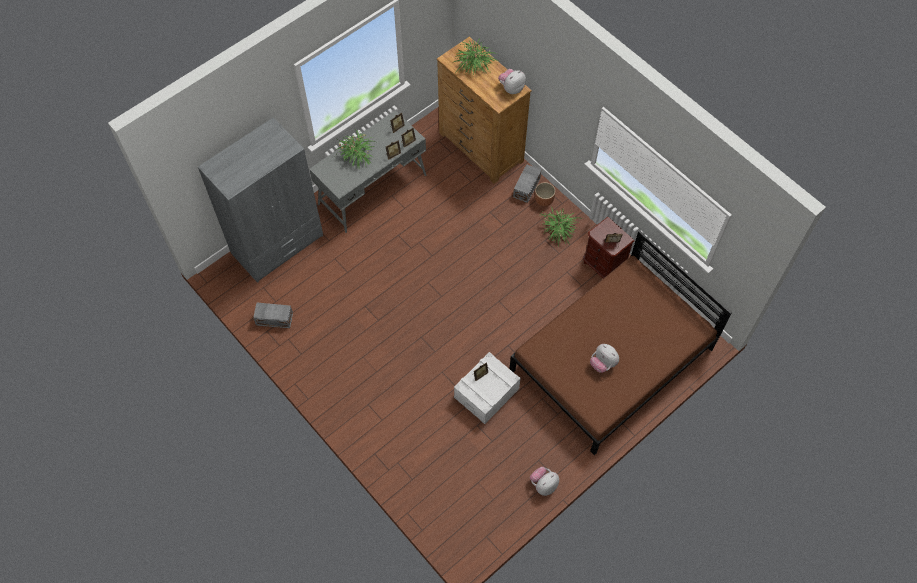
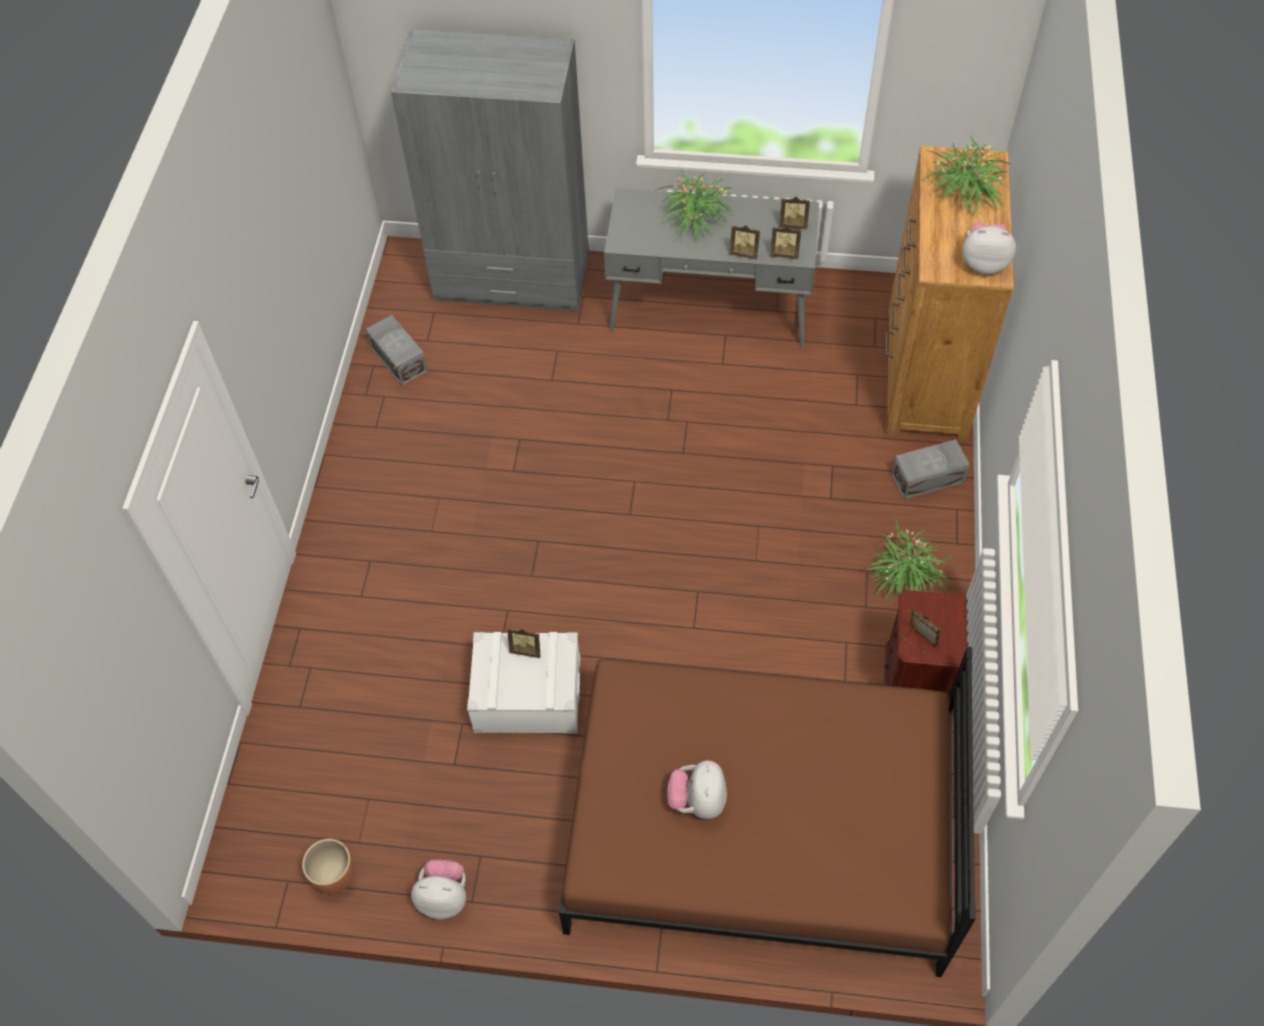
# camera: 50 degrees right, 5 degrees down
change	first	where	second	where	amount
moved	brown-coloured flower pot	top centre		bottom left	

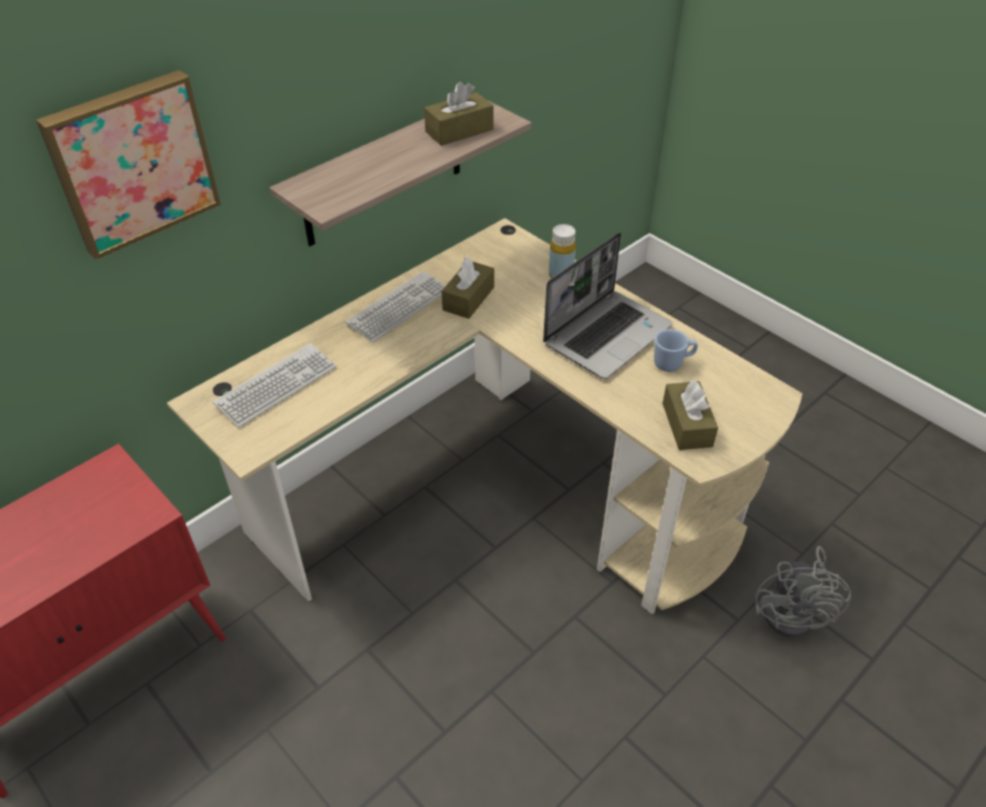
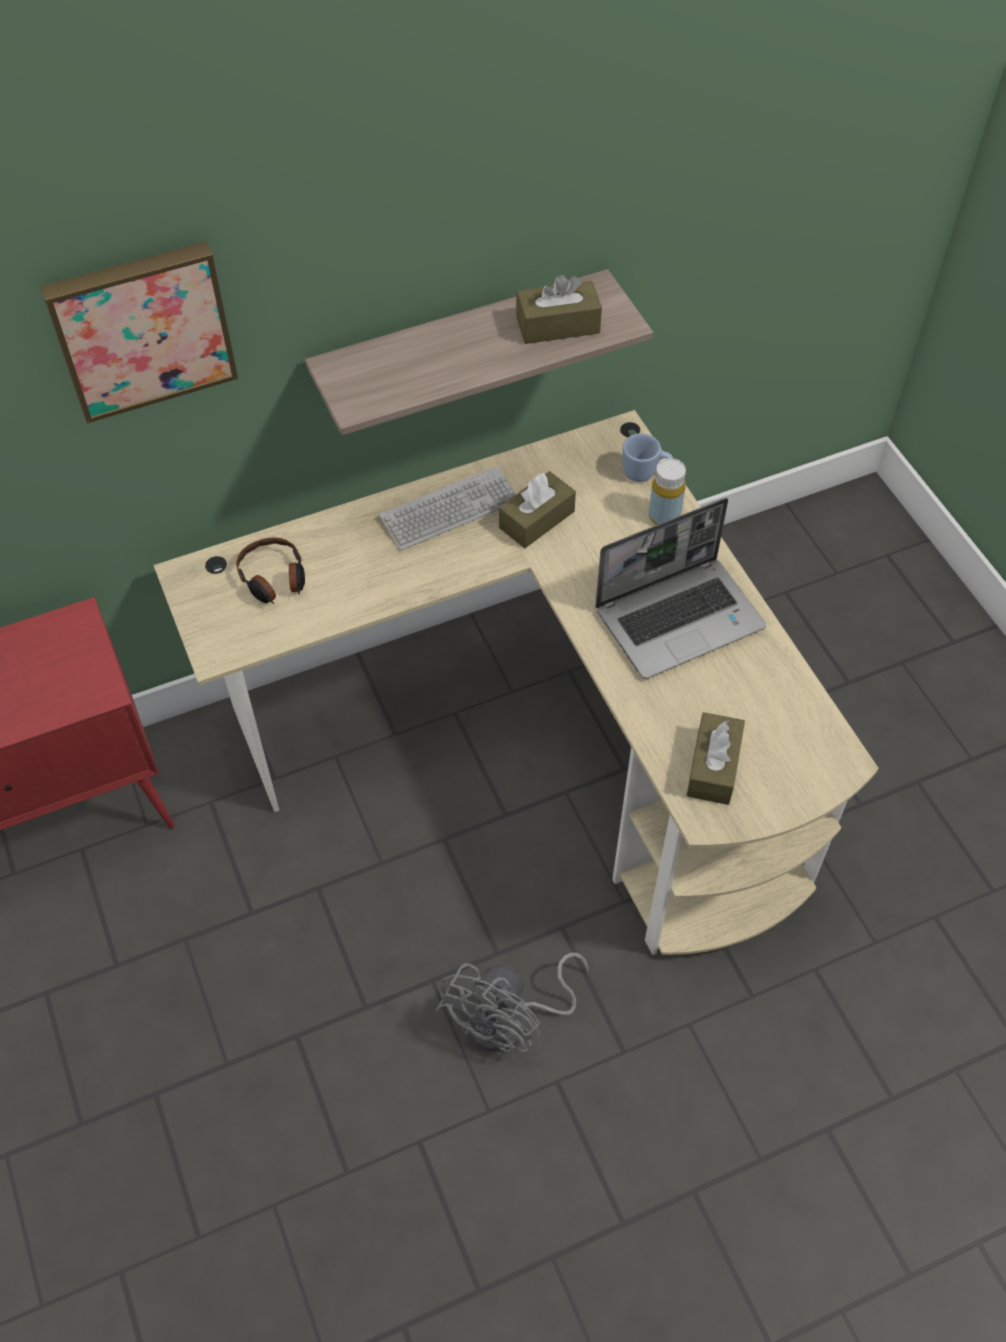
# camera: 20 degrees right, 10 degrees up
change	first	where	second	where	amount
moved	blue tea mug	middle right		centre	
replaced	computer keyboard (1st from left)	middle left	headphones	middle left	
moved	grey fan	bottom right		bottom centre	

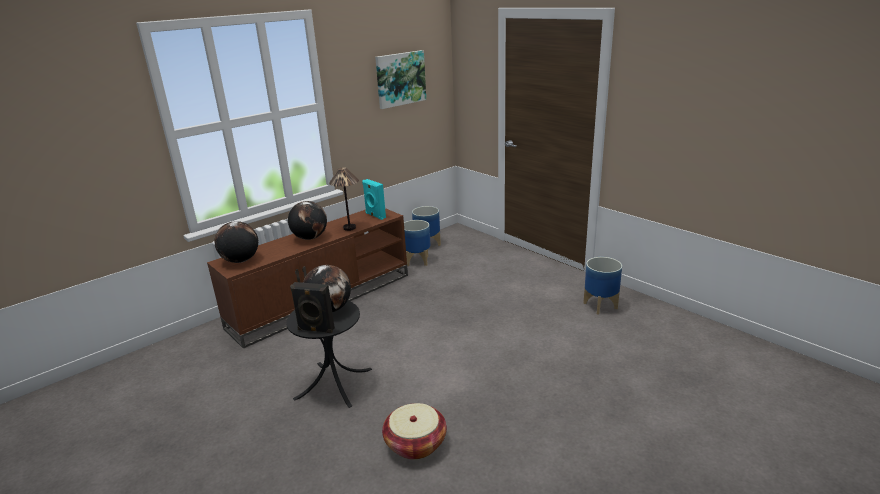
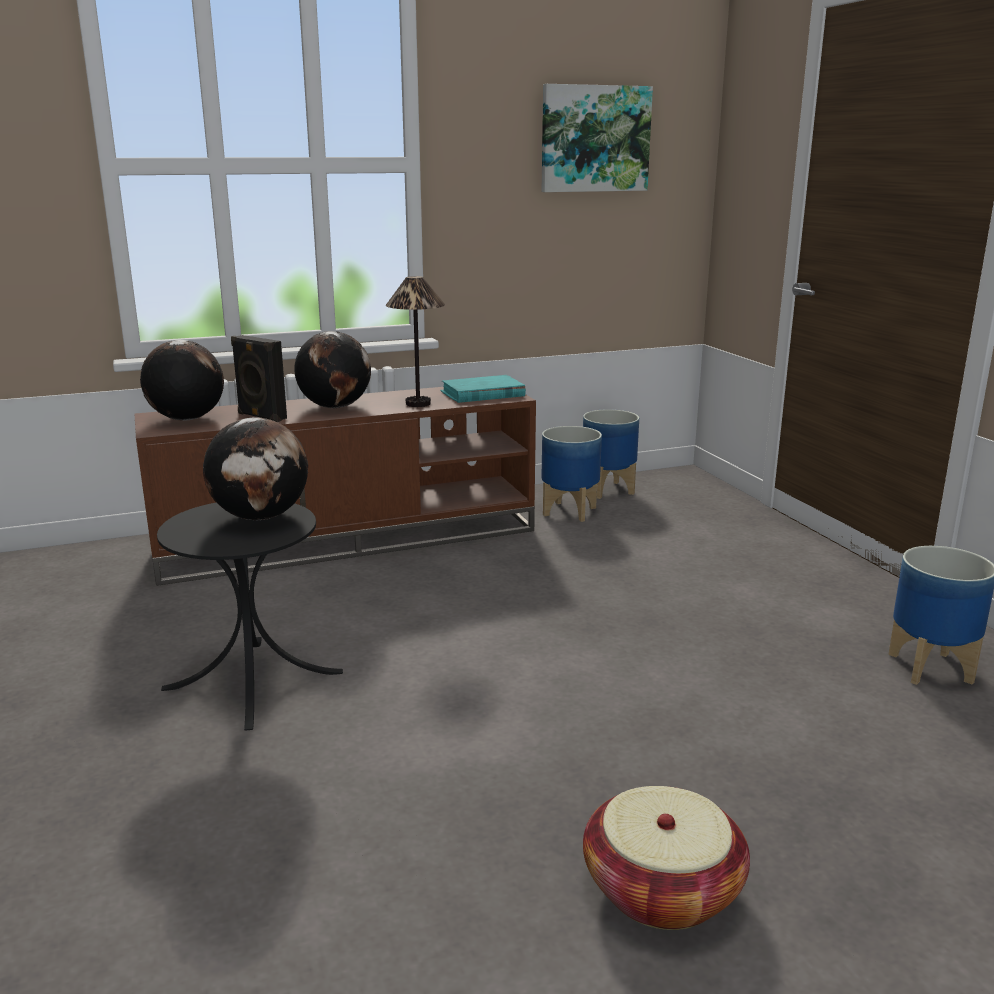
# camera: 20 degrees right, 5 degrees down
change	first	where	second	where	amount
replaced	turquoise-coloured loudspeaker	centre	turquoise-coloured bound book	centre	
moved	black-coloured loudspeaker	centre		middle left	
moved	household basket	bottom centre		bottom right	

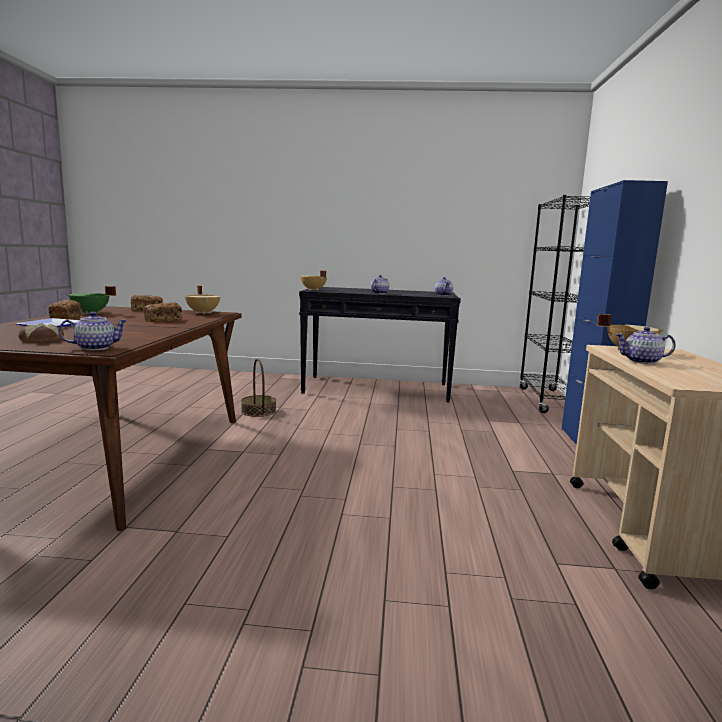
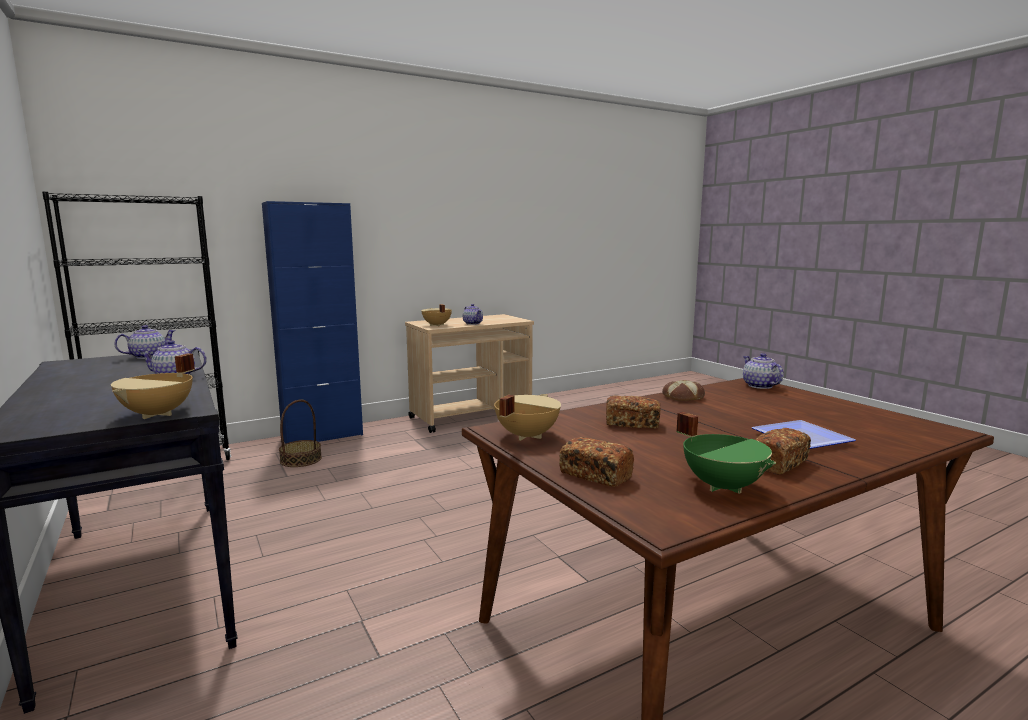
# camera: 125 degrees left, 0 degrees up
change	first	where	second	where	amount
turned	tea pot (1st from left in the first image)	middle left	tea pot (4th from left)	middle right	45 degrees clockwise
moved	bread (1st from left in the first image)	middle left	bread (3rd from left)	centre	
moved	household basket	centre		middle left	

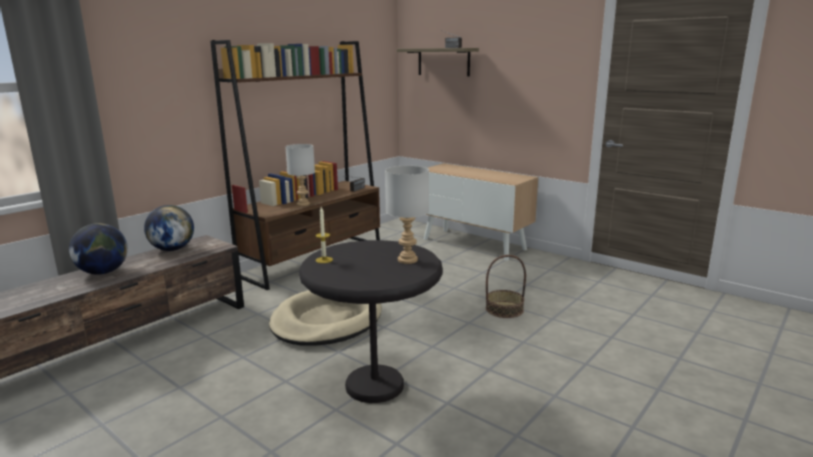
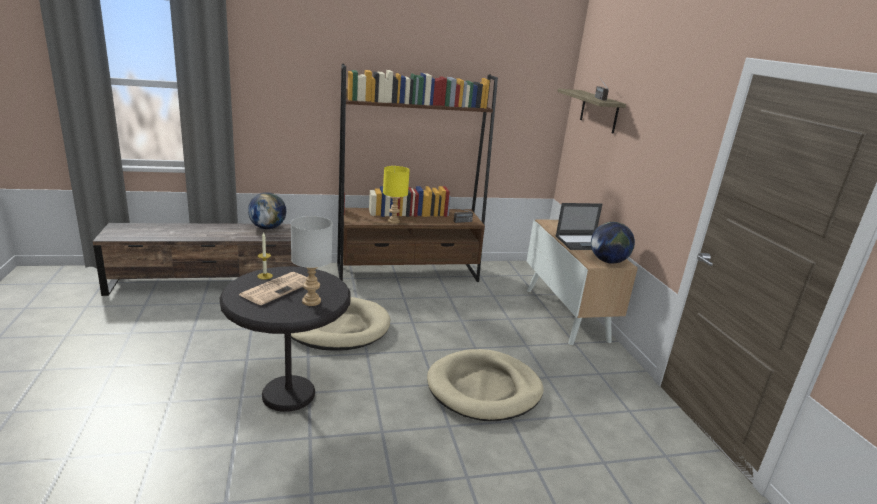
# camera: 35 degrees right, 5 degrees up
change	first	where	second	where	amount
recoloured	grey lamp for a table (1st from left)	centre	yellow lamp for a table	centre	
moved	desk globe (1st from left in the first image)	middle left	desk globe (2nd from left)	middle right	
replaced	household basket	centre	beige-coloured pet bed (2nd from left)	bottom centre	
added			laptop	centre	
added			newspaper	middle left	

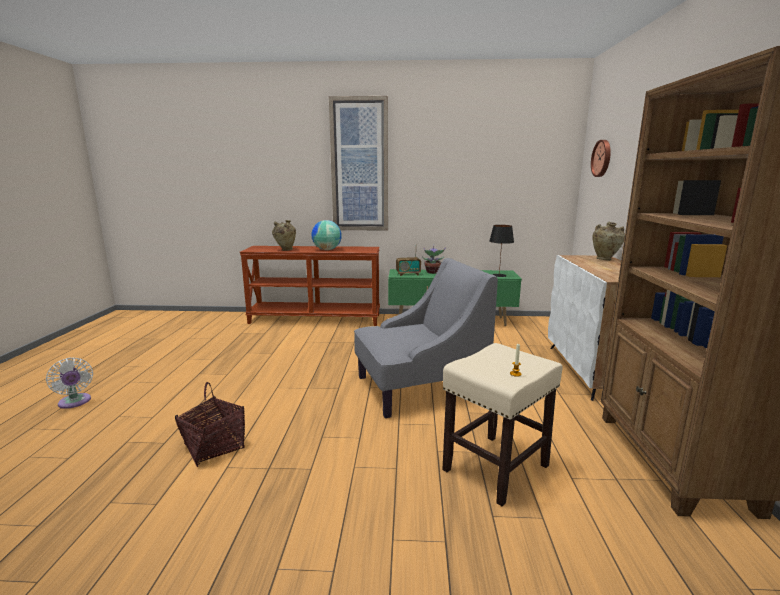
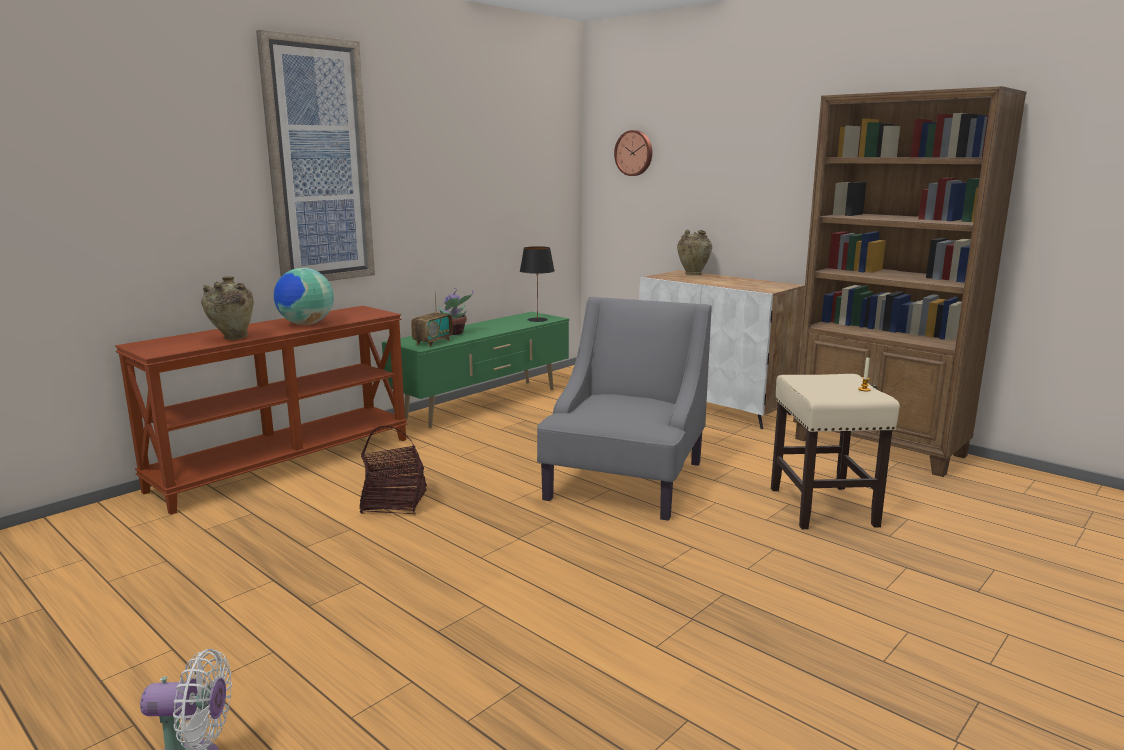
# camera: 50 degrees left, 0 degrees up
change	first	where	second	where	amount
moved	household basket	bottom left		centre	

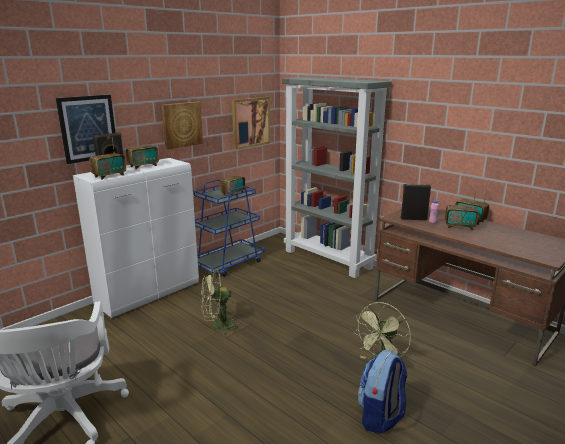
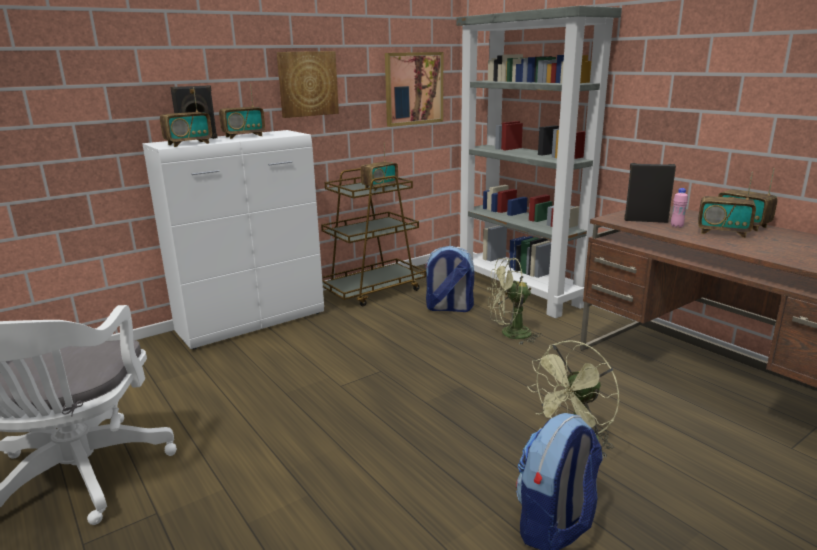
# camera: 10 degrees right, 0 degrees up
change	first	where	second	where	amount
removed	wall art (1st from left)	top left			
recoloured	blue wheeled cart	centre	brown-coloured wheeled cart	centre	
moved	greenish fan (1st from left)	bottom centre		centre	
added			knapsack (1st from left)	centre	

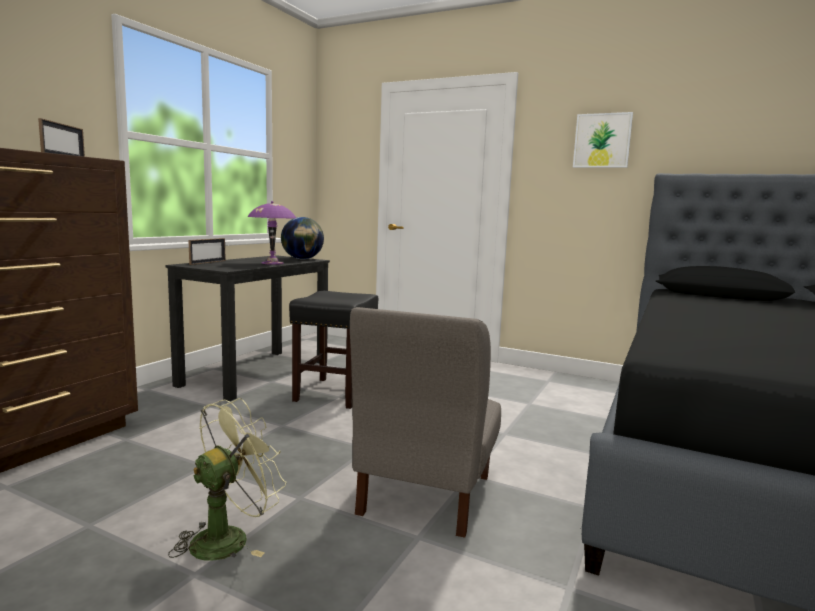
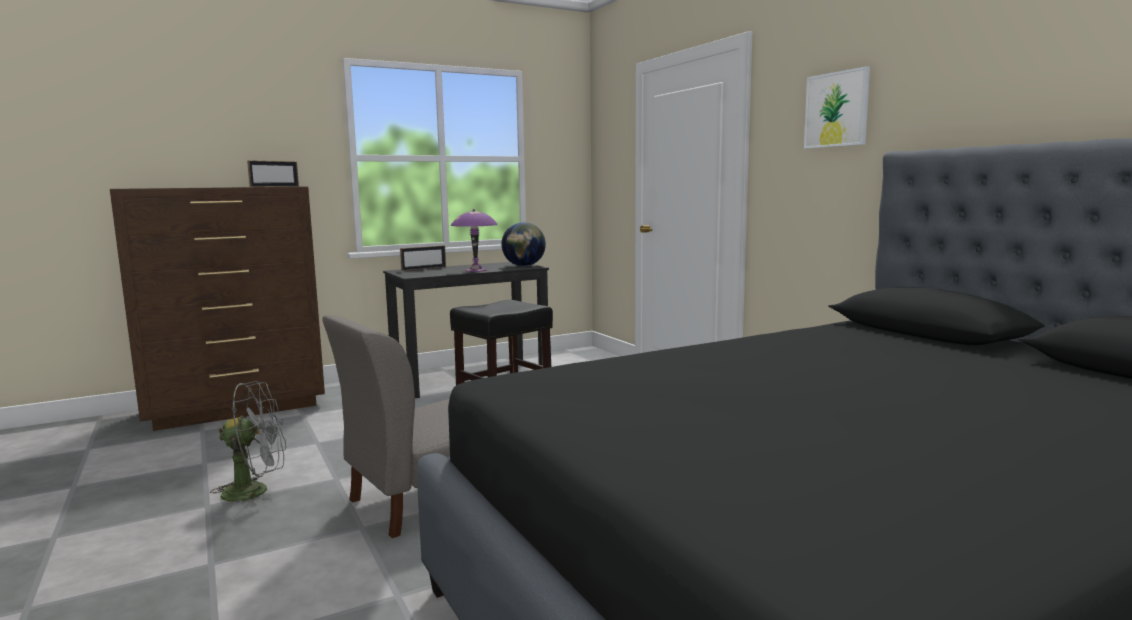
# camera: 35 degrees right, 0 degrees up
change	first	where	second	where	amount
recoloured	greenish fan	bottom left	grey fan	bottom left	

